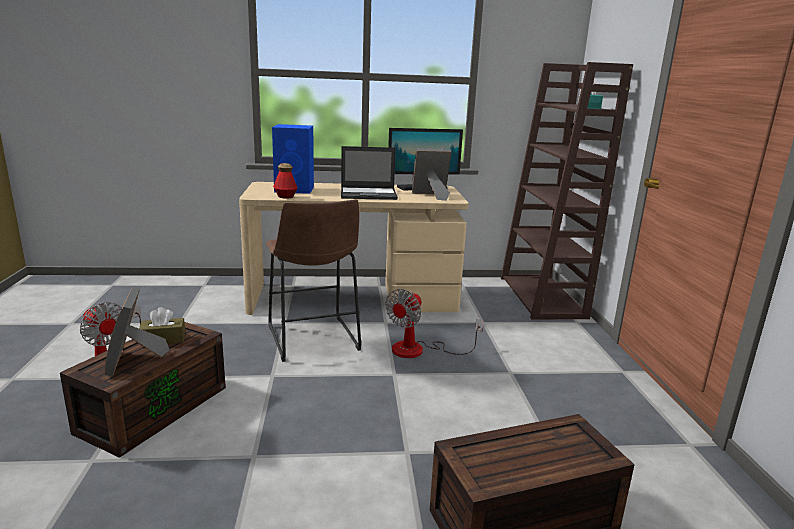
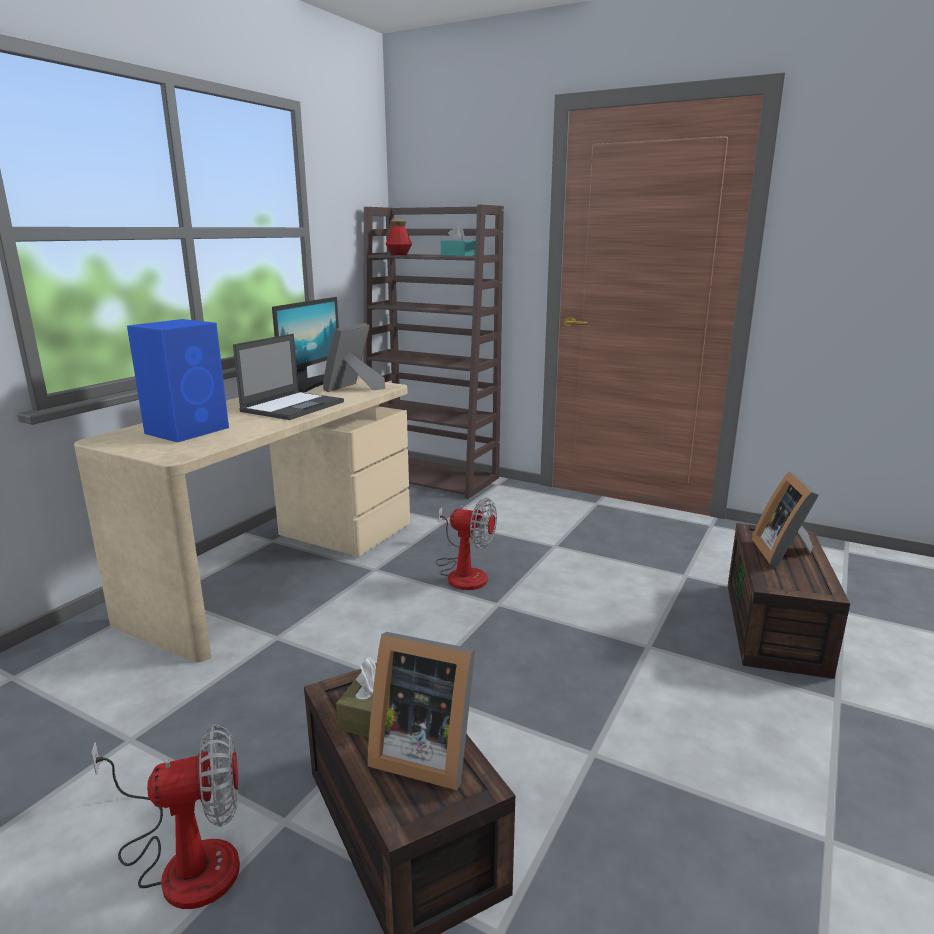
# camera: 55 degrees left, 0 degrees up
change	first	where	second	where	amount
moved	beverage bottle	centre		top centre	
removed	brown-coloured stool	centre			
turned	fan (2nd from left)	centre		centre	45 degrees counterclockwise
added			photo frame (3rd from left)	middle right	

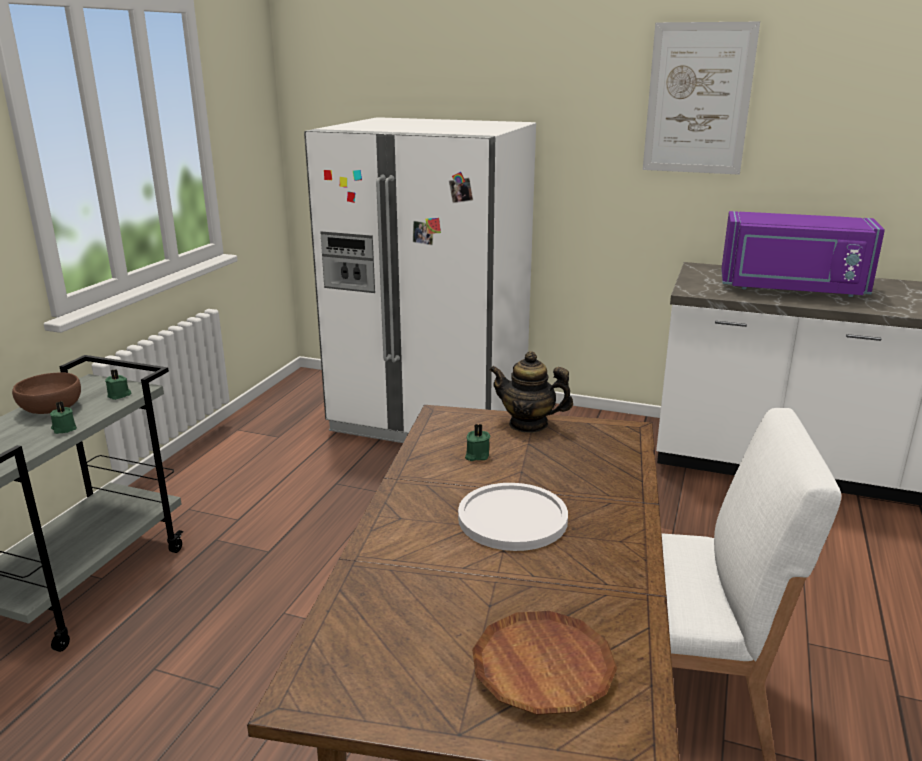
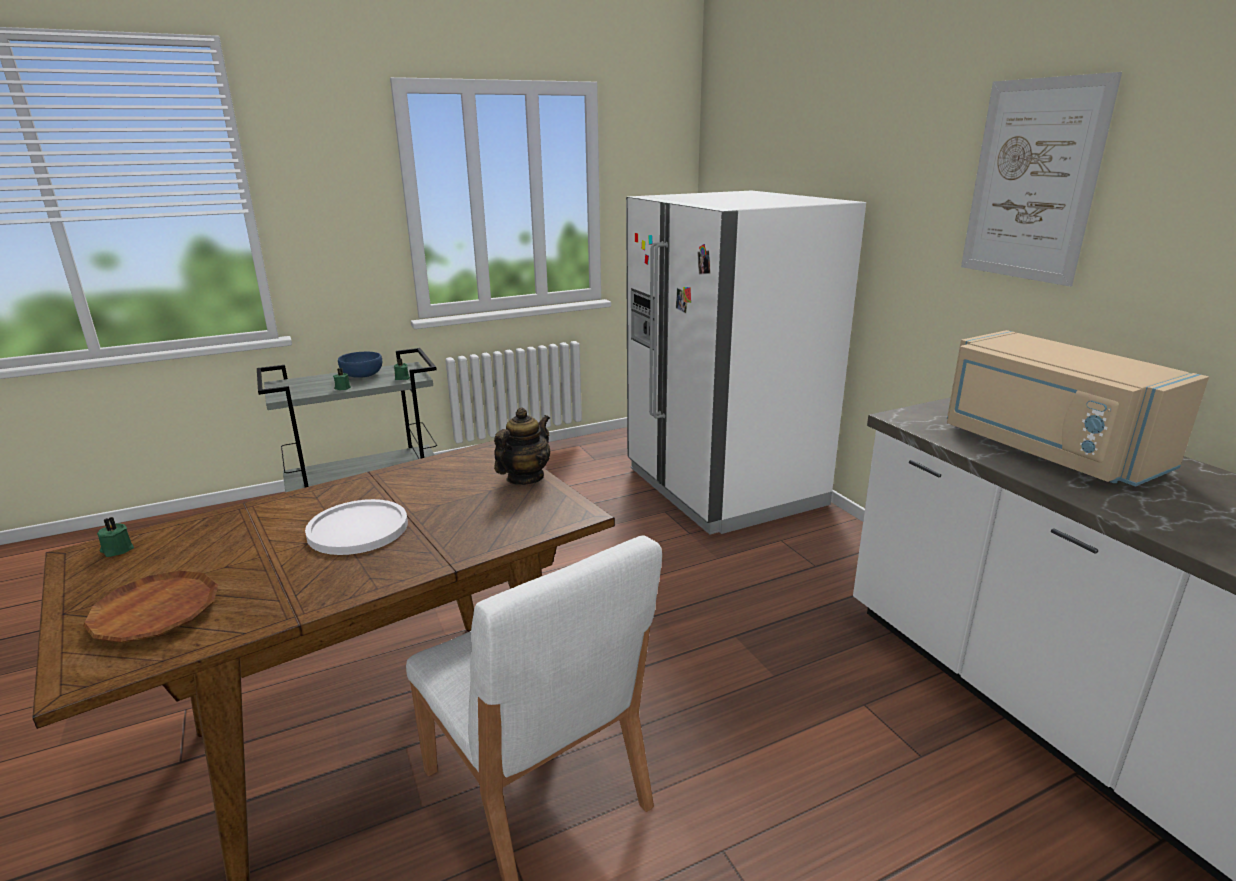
# camera: 45 degrees right, 0 degrees up
change	first	where	second	where	amount
recoloured	purple microwave oven	middle right	beige-coloured microwave oven	middle right	
turned	tea pot	centre		centre	60 degrees clockwise
recoloured	brown-coloured serving bowl	middle left	blue serving bowl	middle left	
moved	greenish wax light (3rd from left in the first image)	centre	greenish wax light (1st from left)	middle left	

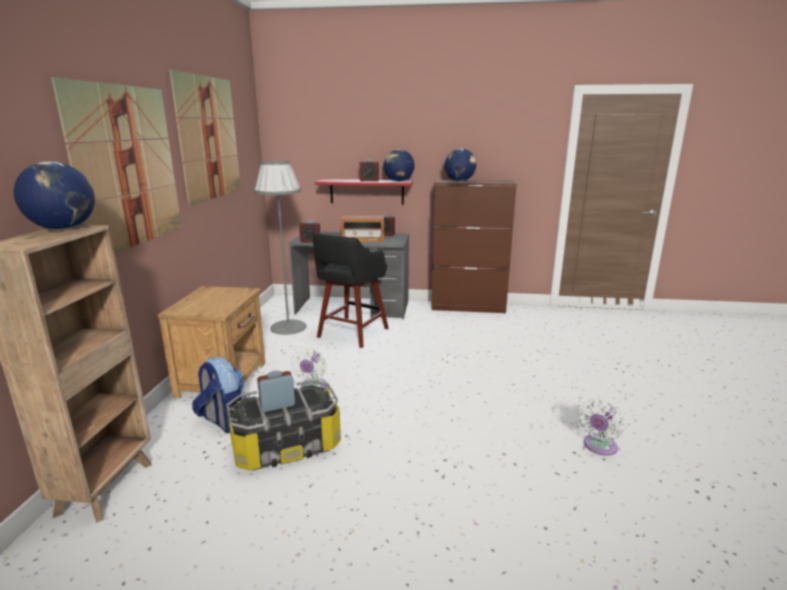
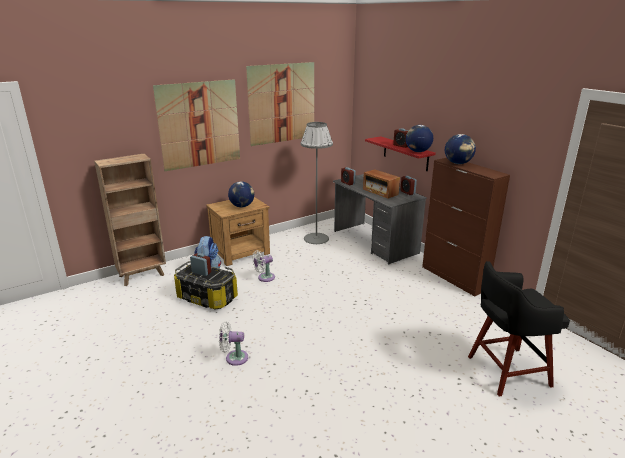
# camera: 50 degrees right, 5 degrees up
change	first	where	second	where	amount
moved	desk globe (1st from left)	top left		centre	
moved	black-coloured stool	centre		bottom right	
moved	white fan (2nd from left in the first image)	bottom right	white fan (1st from left)	bottom centre	

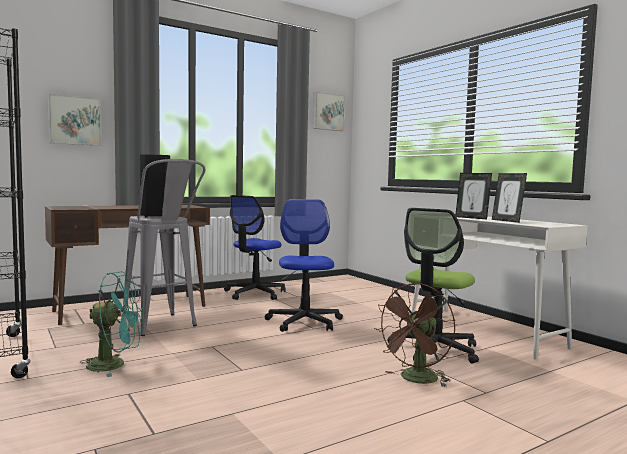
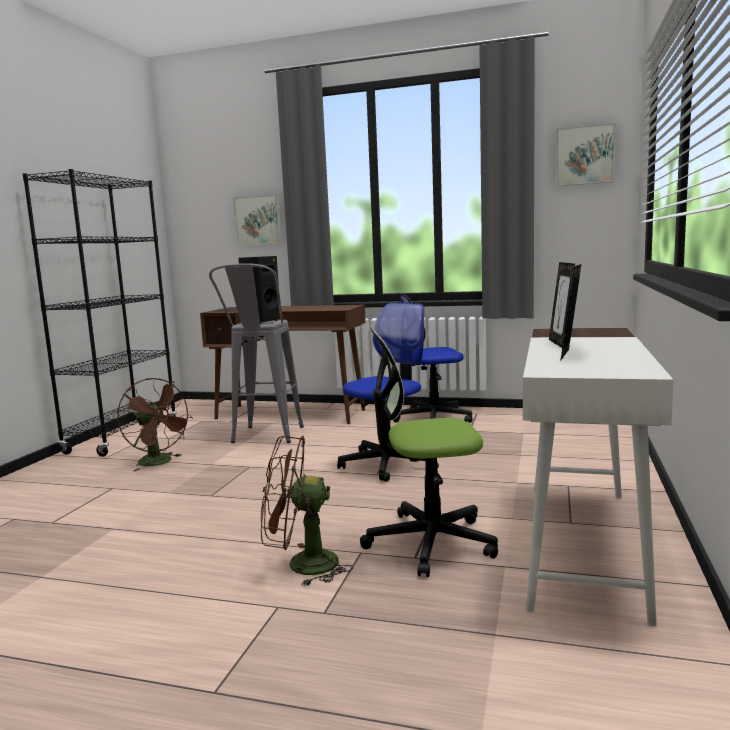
# camera: 50 degrees right, 5 degrees up
change	first	where	second	where	amount
recoloured	turquoise-coloured fan	bottom left	brown-coloured fan (1st from left)	middle left	

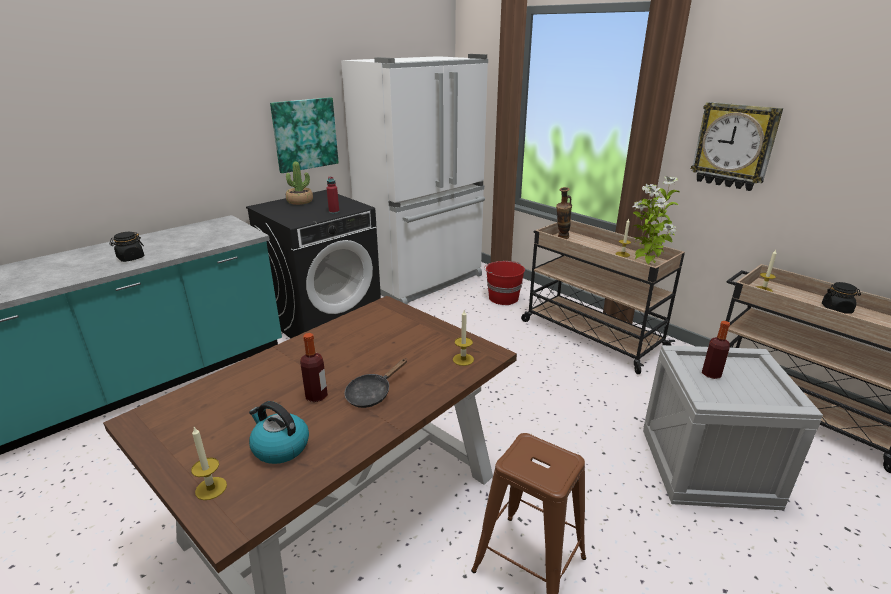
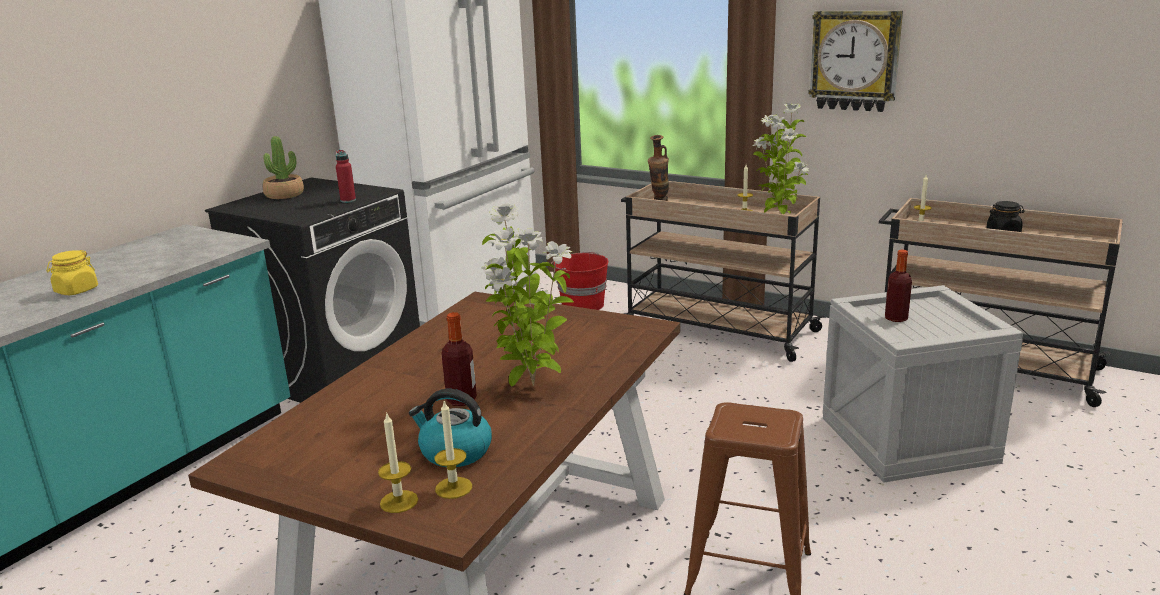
# camera: 15 degrees left, 5 degrees down
change	first	where	second	where	amount
removed	wall art	top centre			
recoloured	black-coloured preserve jar (1st from left)	middle left	yellow preserve jar	middle left	
moved	wax light (2nd from left)	centre		bottom centre	
replaced	black-coloured skillet	centre	houseplant (2nd from left)	centre	

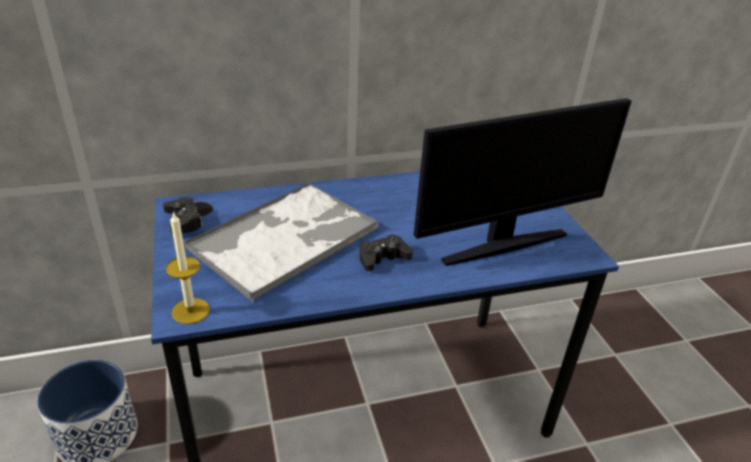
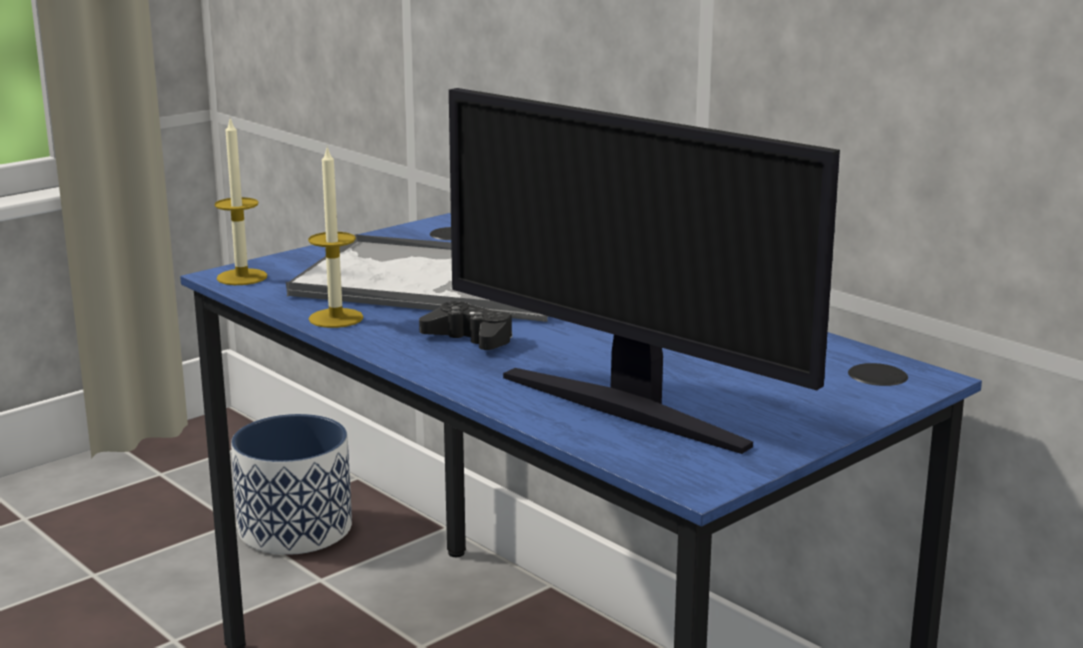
# camera: 65 degrees right, 15 degrees down
change	first	where	second	where	amount
removed	black-coloured joypad (1st from left)	middle left			
added			wax light (2nd from left)	middle left	

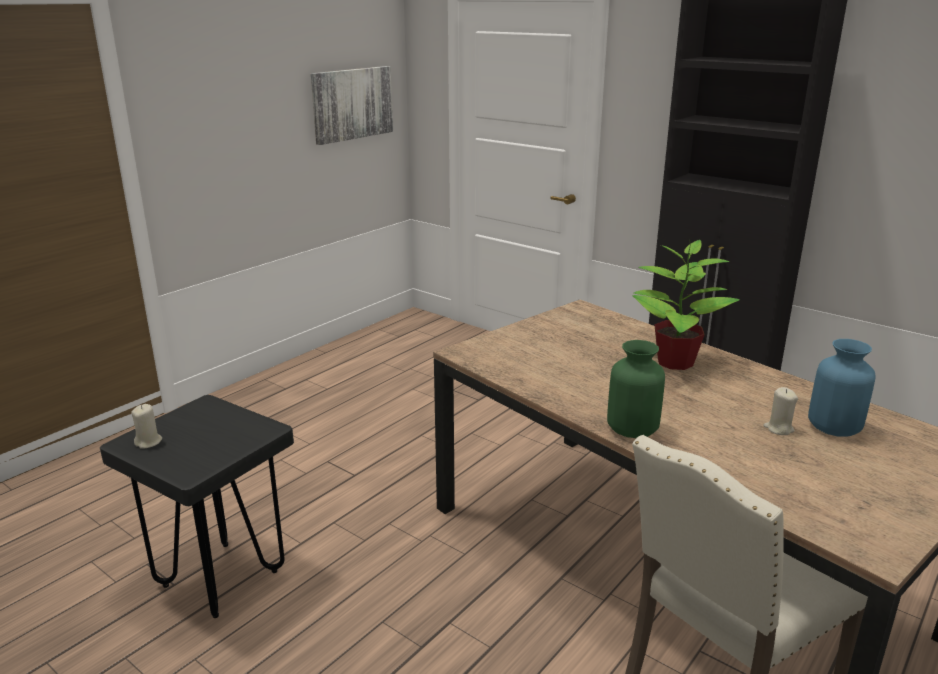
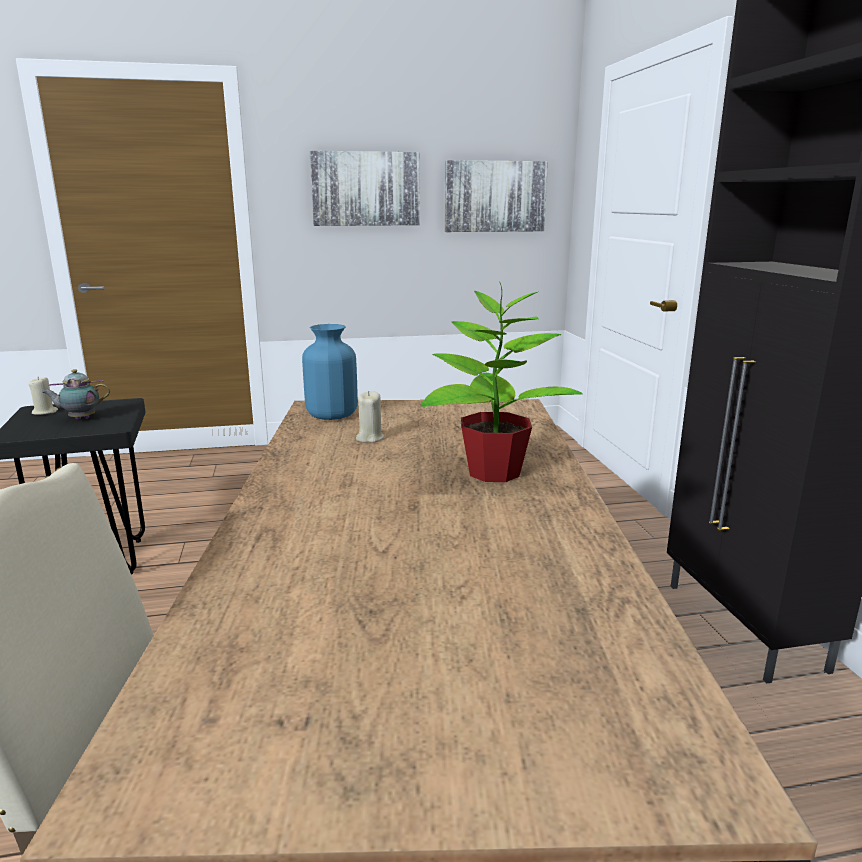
# camera: 40 degrees right, 5 degrees down
change	first	where	second	where	amount
moved	blue decorative vase	middle right		centre	
removed	greenish decorative vase	middle right			
moved	beige-coloured wax light (2nd from left)	middle right		centre	
added			wall art (1st from left)	top centre	
added			tea pot	middle left	

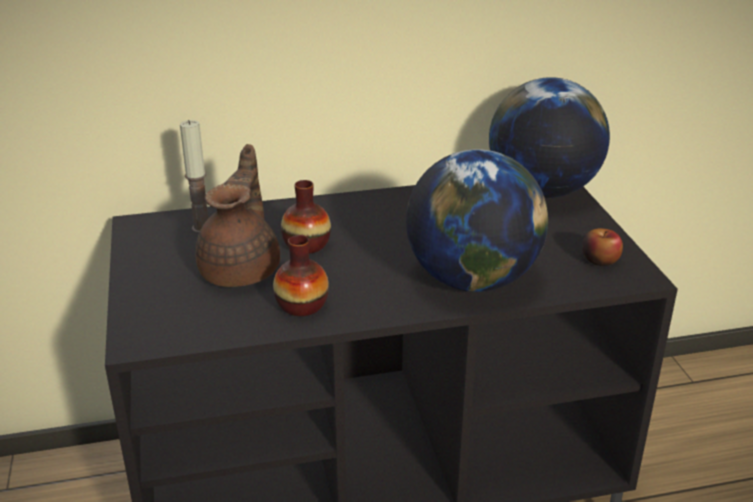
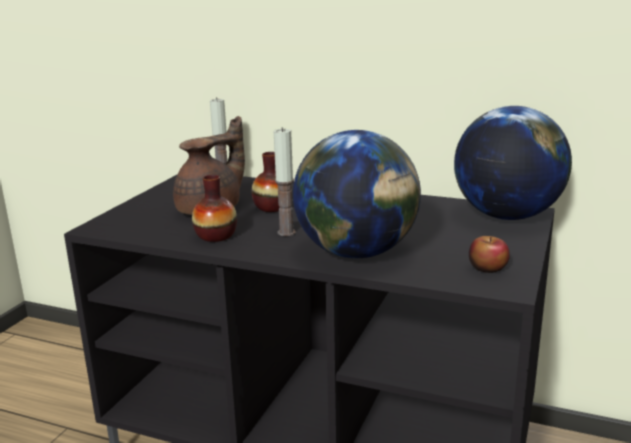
# camera: 35 degrees right, 10 degrees down
change	first	where	second	where	amount
added			wax light (2nd from left)	centre	

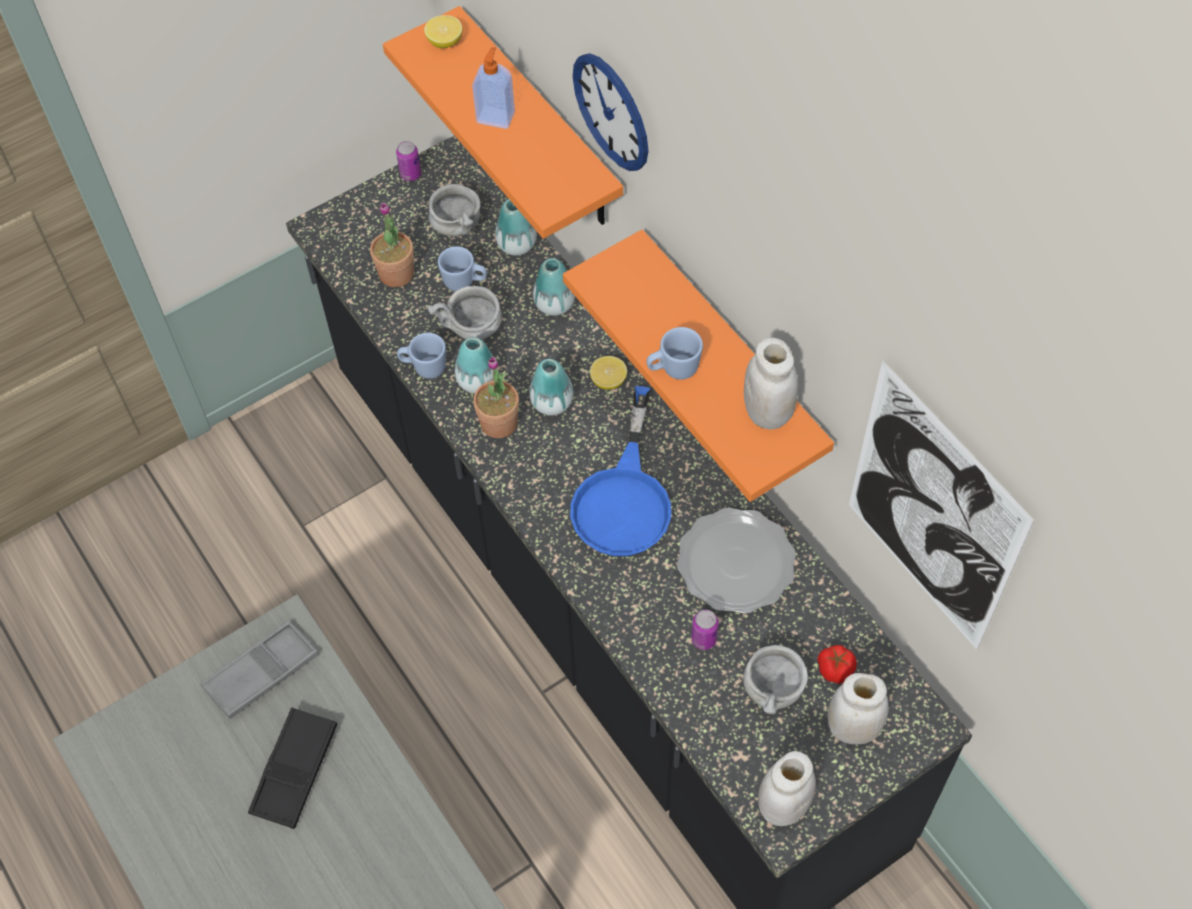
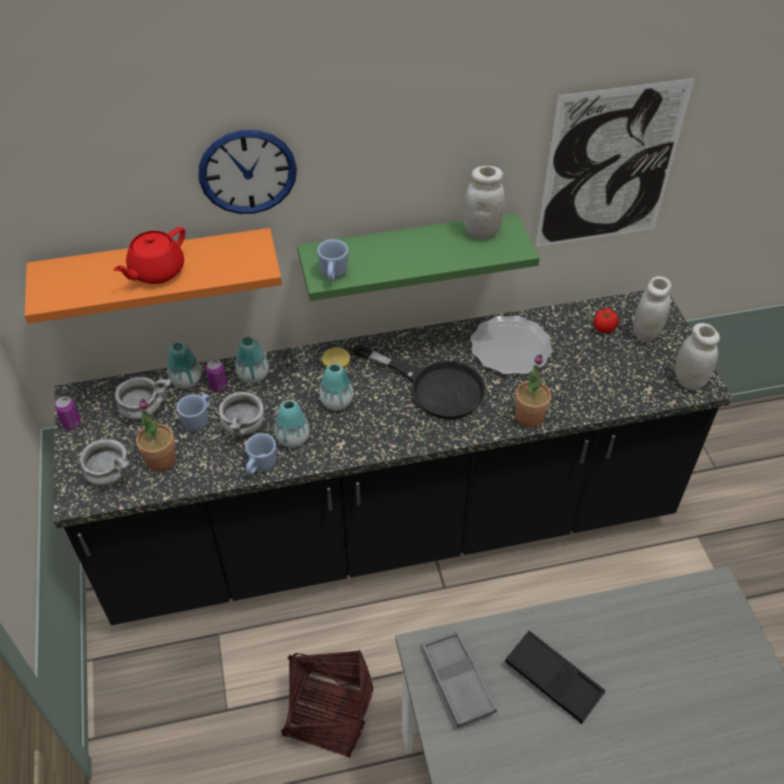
# camera: 70 degrees left, 10 degrees down
change	first	where	second	where	amount
removed	whole lemon (1st from left)	top centre			
replaced	soap bottle	top centre	reddish tea pot	top left	
recoloured	orangey wall shelf (2nd from left)	centre	greenish wall shelf	top centre	
moved	blue tea mug (3rd from left)	centre		top centre	
moved	houseplant (2nd from left)	centre		middle right	
recoloured	blue skillet	centre	black-coloured skillet	centre	
moved	can (2nd from left)	bottom centre		middle left	
moved	grey serving bowl (3rd from left in the first image)	bottom centre	grey serving bowl (1st from left)	middle left	
added			household basket	bottom centre	

